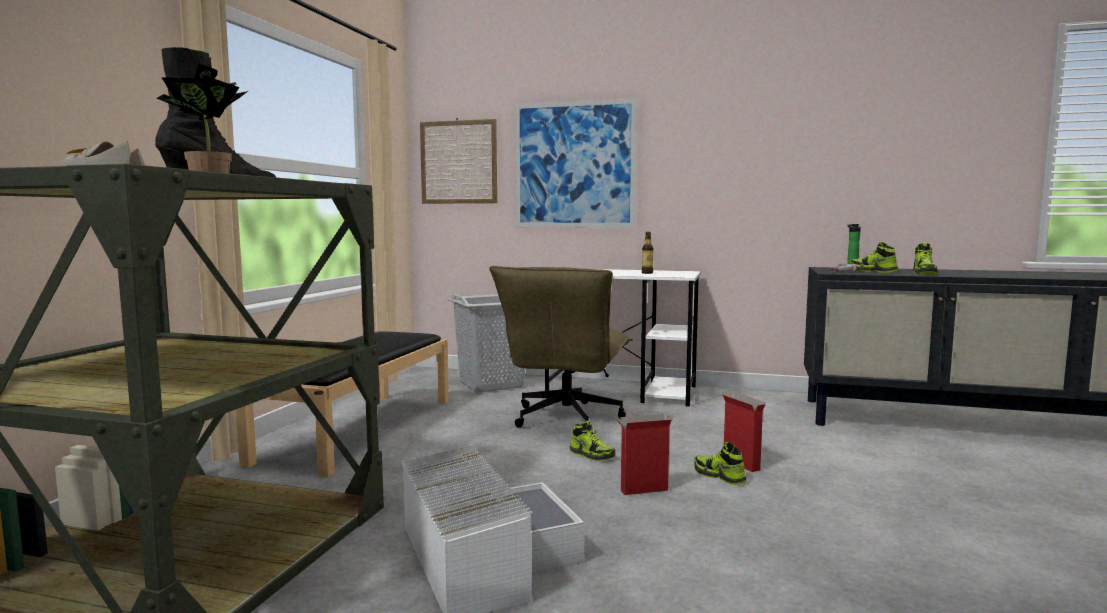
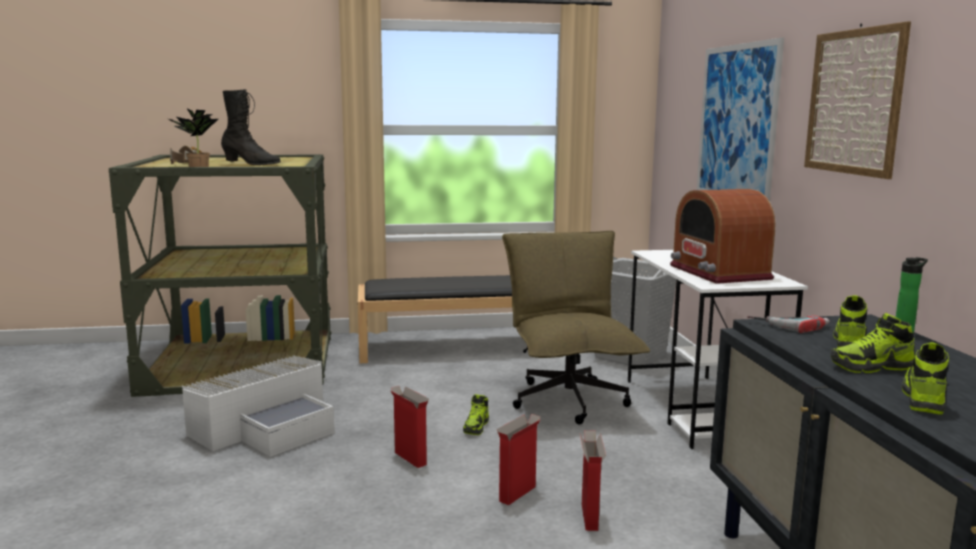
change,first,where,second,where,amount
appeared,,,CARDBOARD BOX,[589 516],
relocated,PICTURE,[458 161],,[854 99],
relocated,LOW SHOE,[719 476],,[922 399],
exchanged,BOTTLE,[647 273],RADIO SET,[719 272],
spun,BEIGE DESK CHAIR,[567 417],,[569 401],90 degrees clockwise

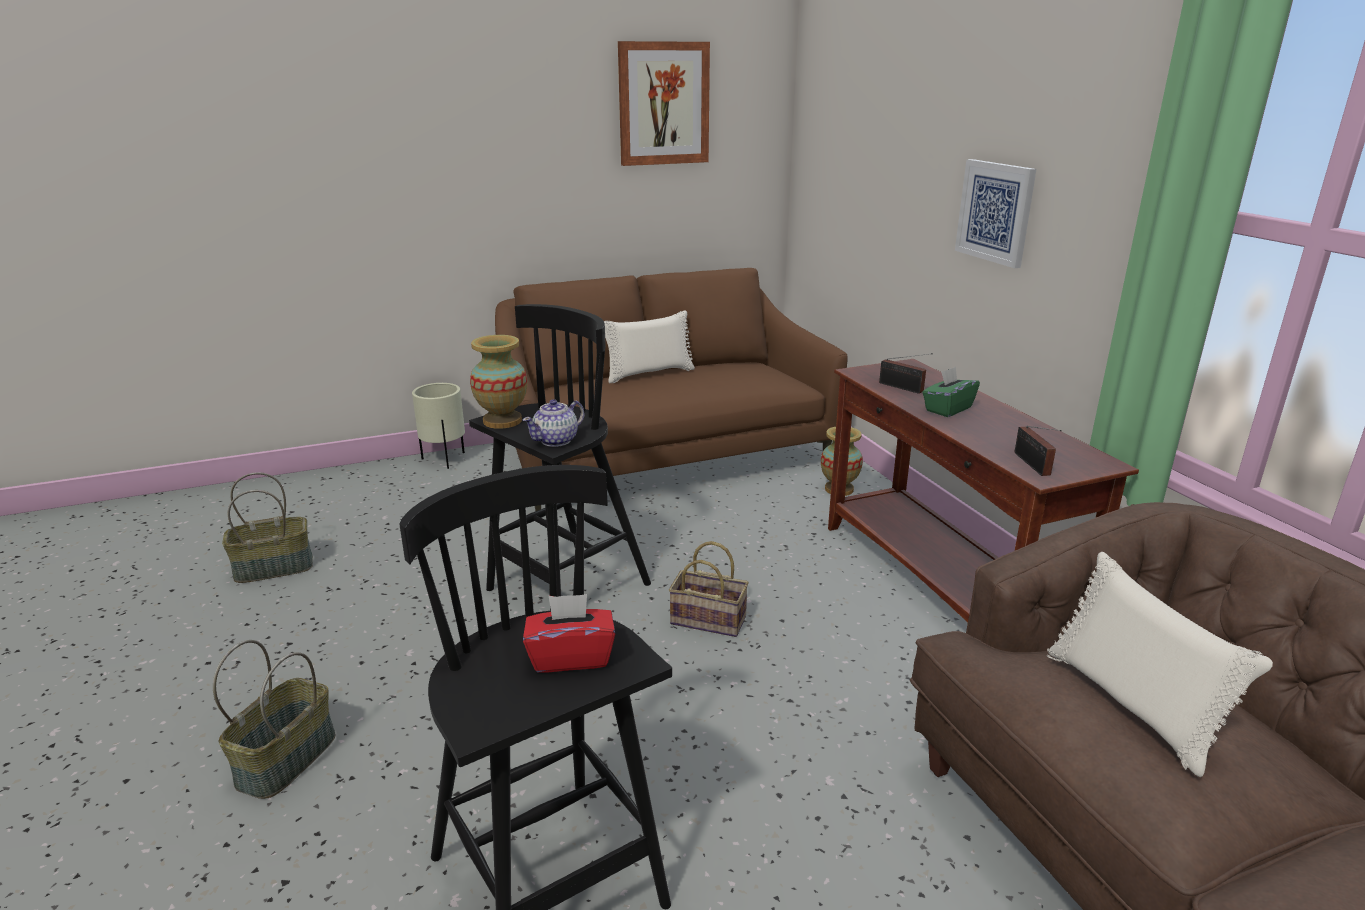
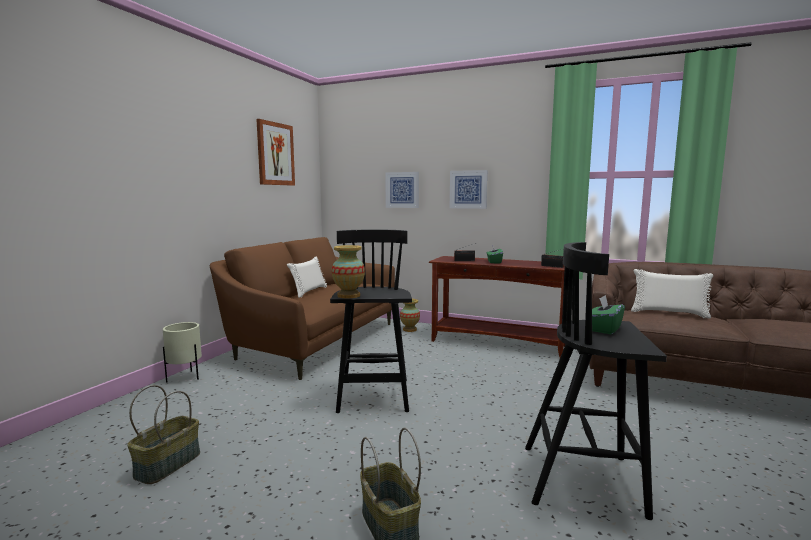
change,first,where,second,where,amount
missing,TEA POT,[556 440],,,
missing,HOUSEHOLD BASKET,[710 620],,,
appeared,,,PICTURE,[402 190],
colour,RED-COLOURED TISSUE HOLDER,[571 657],GREEN TISSUE HOLDER,[604 329],

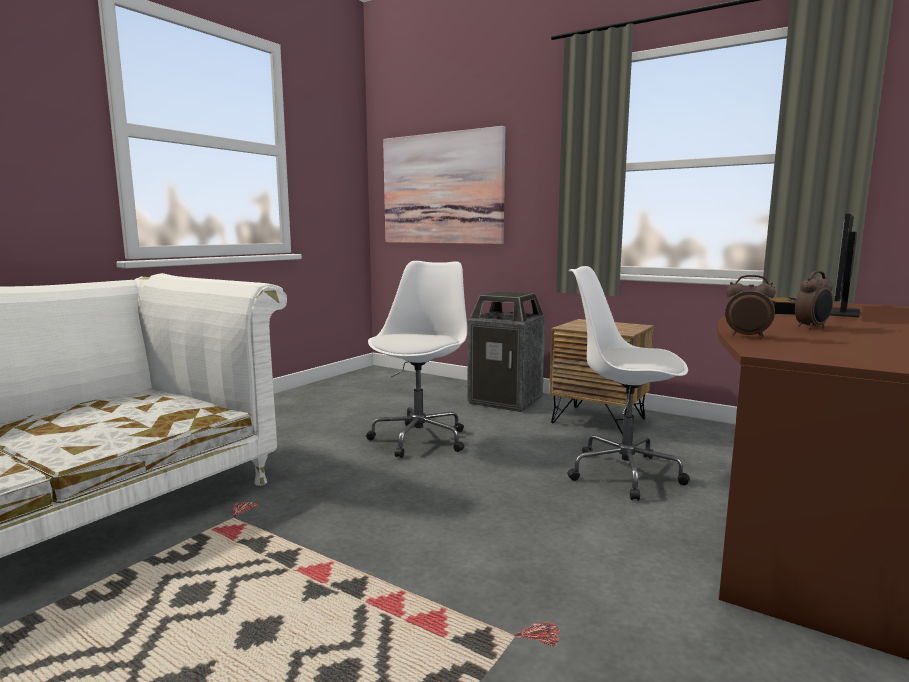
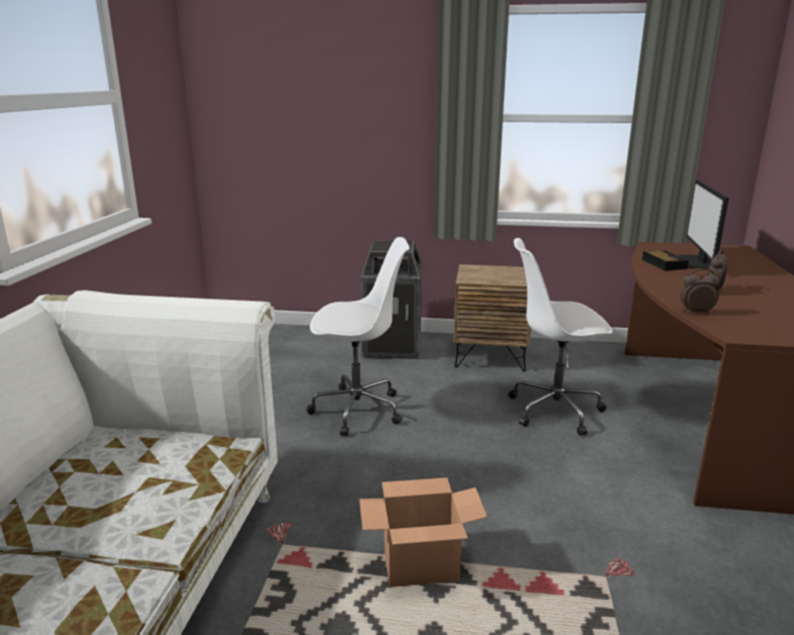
change,first,where,second,where,amount
missing,PICTURE,[442 189],,,
appeared,,,CARDBOARD BOX,[420 567],
spun,WHITE DESK CHAIR,[420 439],,[360 410],90 degrees clockwise

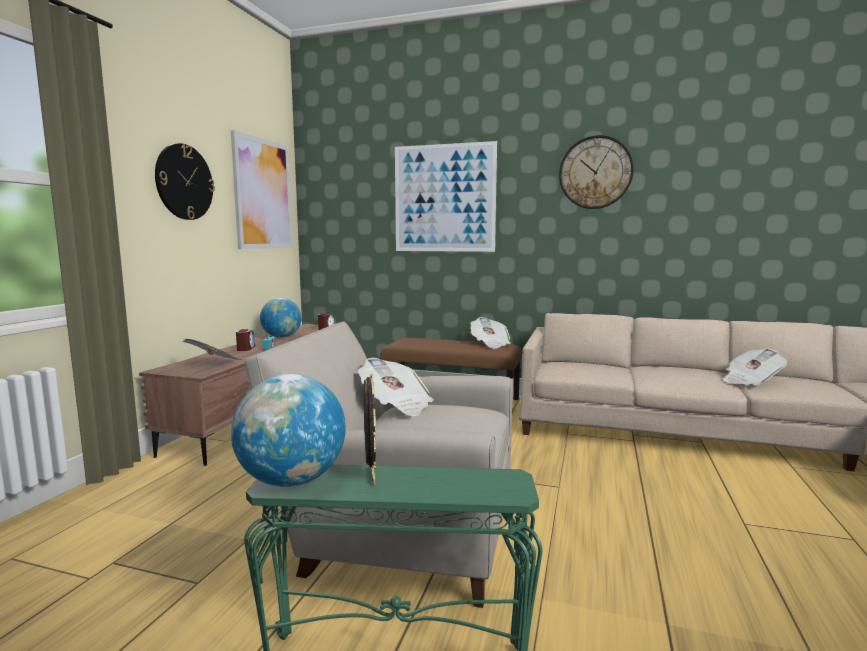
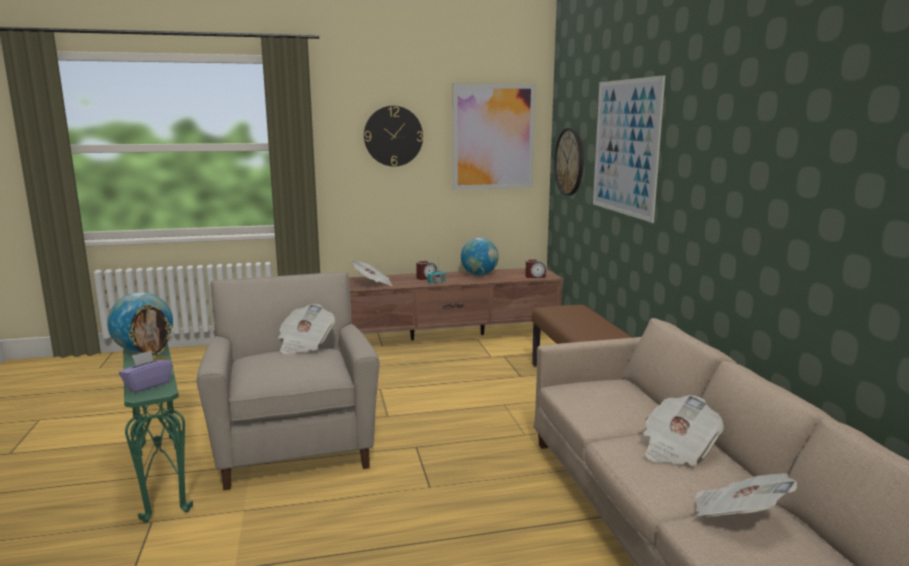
change,first,where,second,where,amount
appeared,,,PURPLISH TISSUE HOLDER,[147 385],
relocated,DAILY PAPER,[490 344],,[677 449],
relocated,HANGING CLOCK,[595 172],,[569 162],

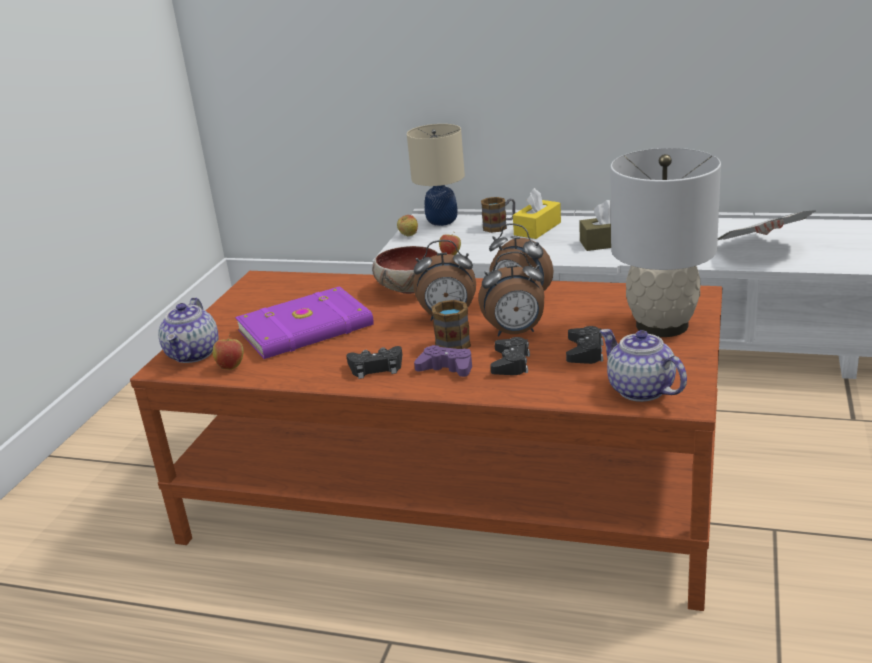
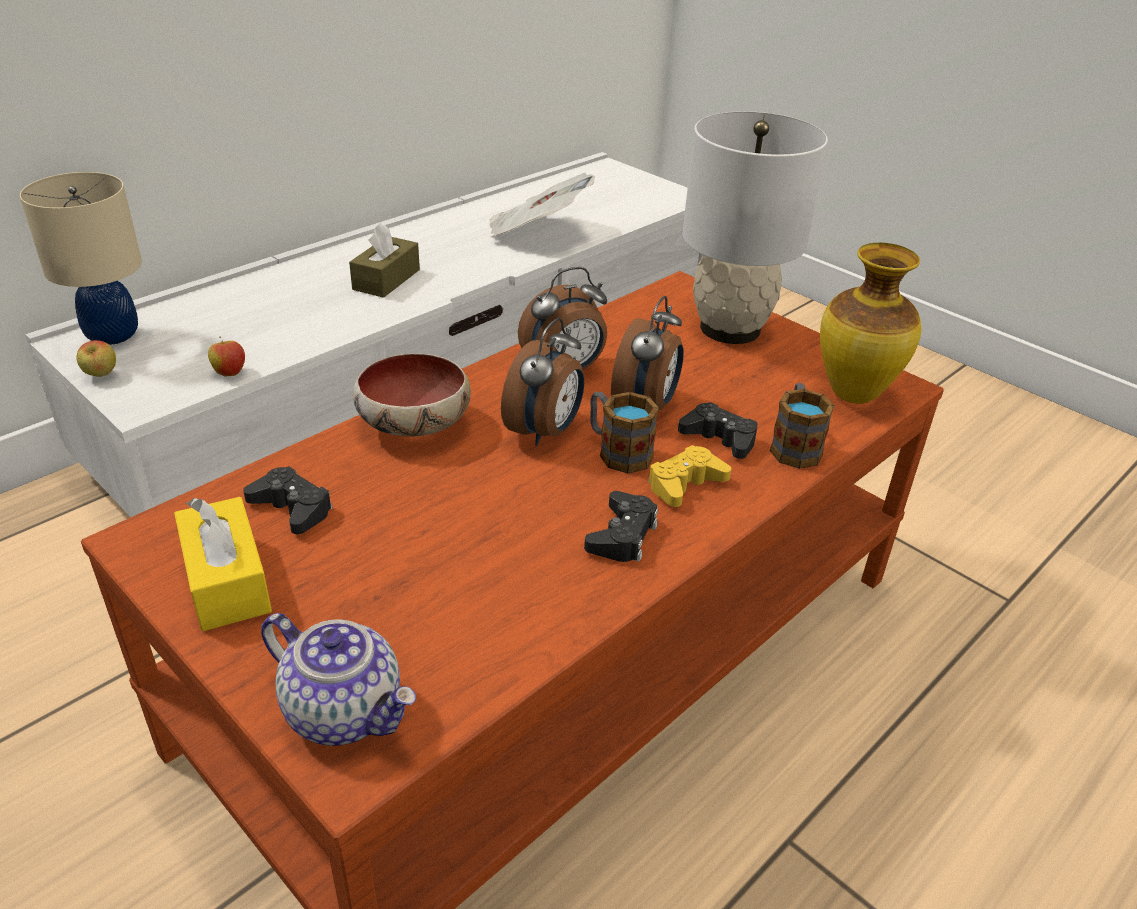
change,first,where,second,where,amount
missing,WHOLE APPLE,[231 367],,,
missing,PURPLISH BOOK,[307 329],,,
relocated,TEA MUG,[499 226],,[794 445],
relocated,YELLOW-COLOURED TISSUE HOLDER,[537 229],,[227 581],
relocated,BLACKISH GAME CONTROLLER,[585 352],,[292 508],
exchanged,TEA POT,[639 390],FLOWER VASE,[855 395],
colour,PURPLISH GAME CONTROLLER,[446 368],YELLOW-COLOURED GAME CONTROLLER,[685 484],

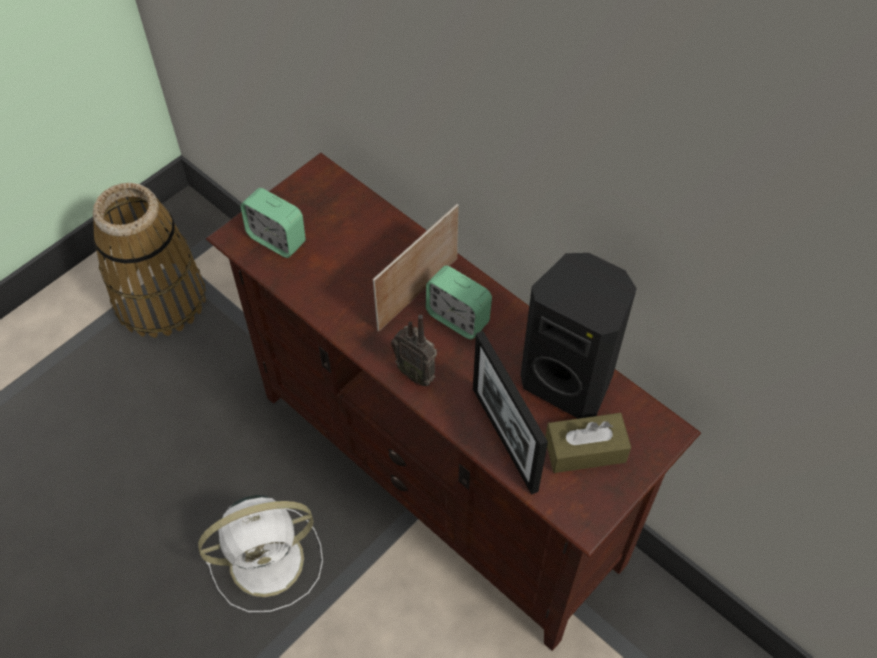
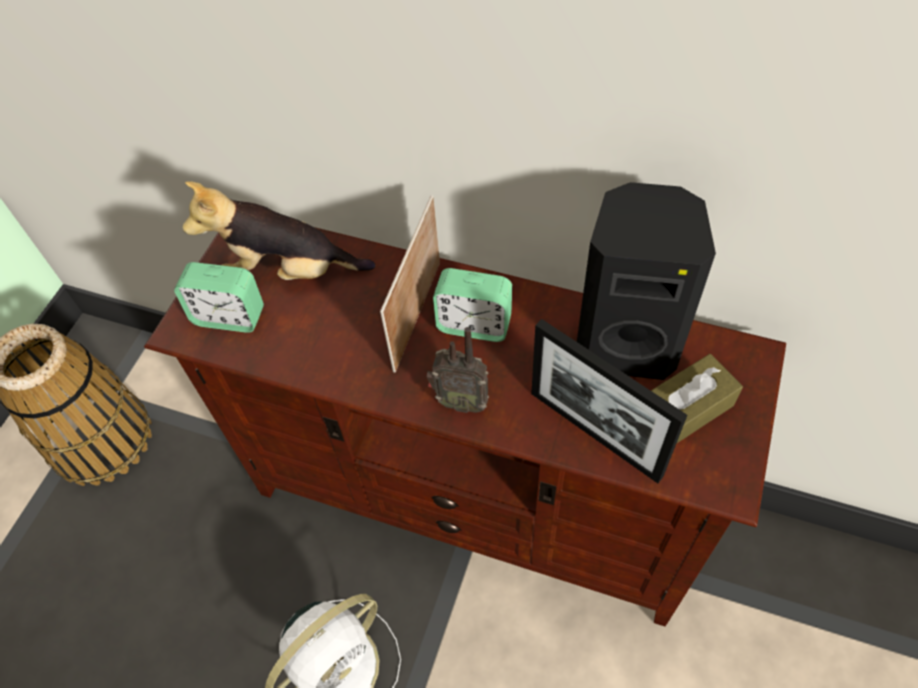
change,first,where,second,where,amount
appeared,,,CUDDLY TOY,[288 271],

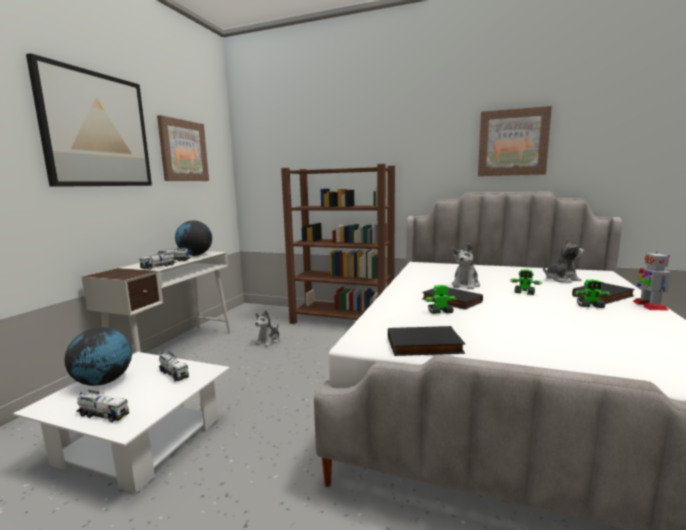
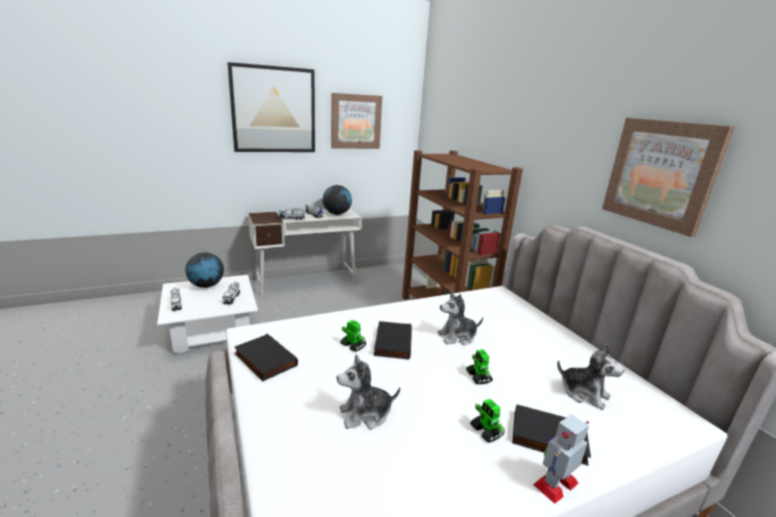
change,first,where,second,where,amount
relocated,CUDDLY TOY,[268 341],,[365 414],

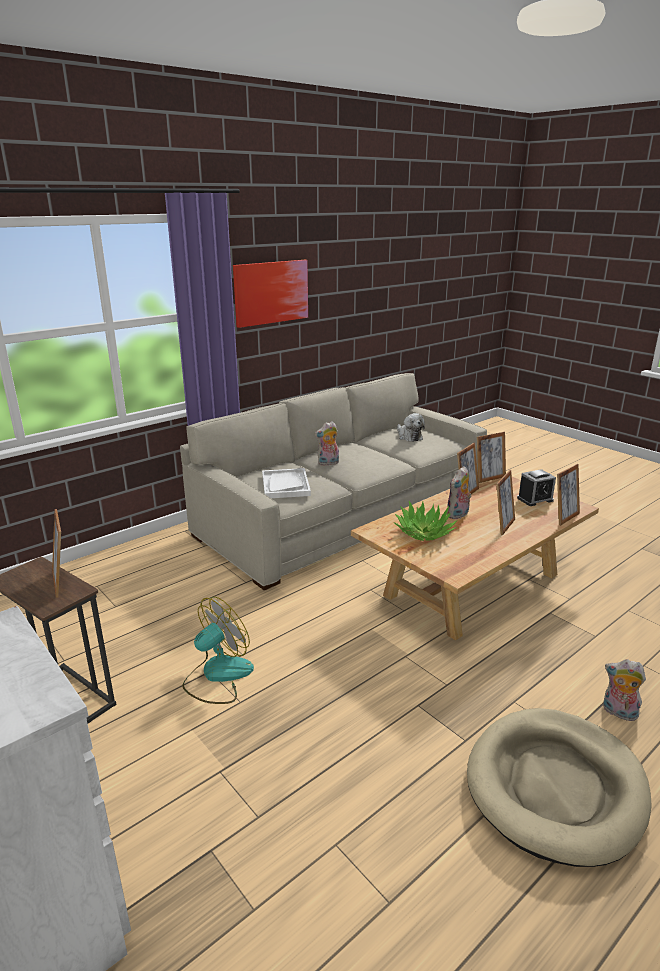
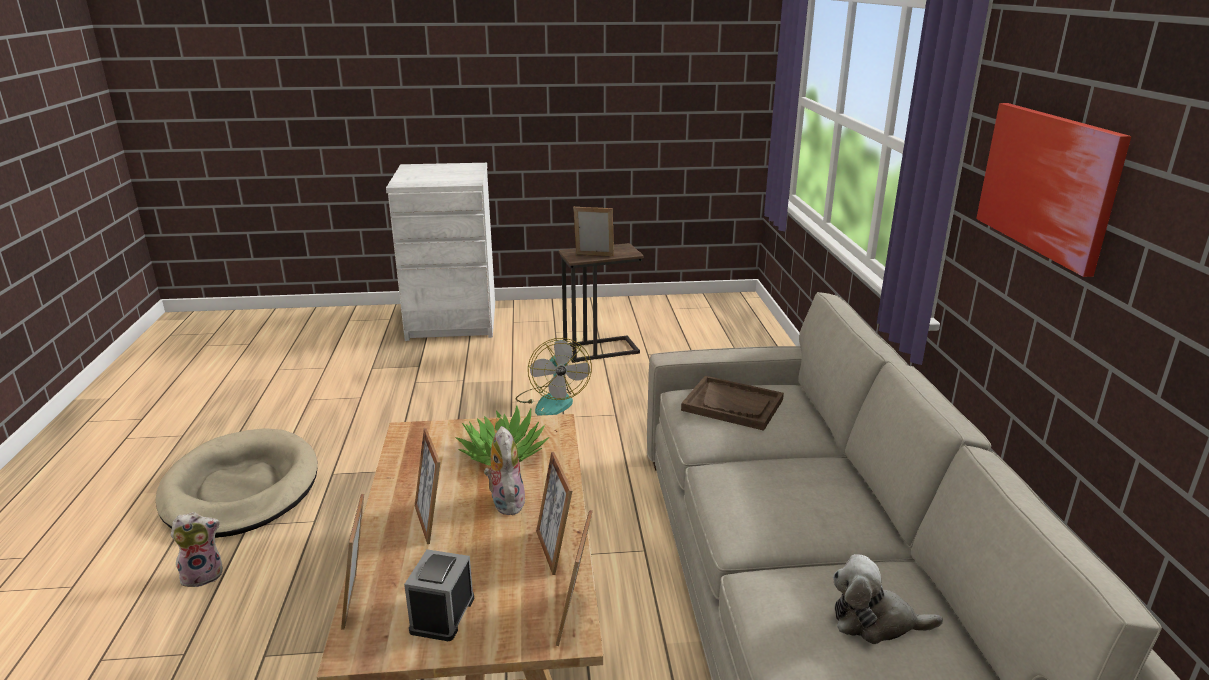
change,first,where,second,where,amount
missing,CUDDLY TOY,[328 463],,,
colour,WHITE TRAY,[285 485],BROWN TRAY,[732 405],

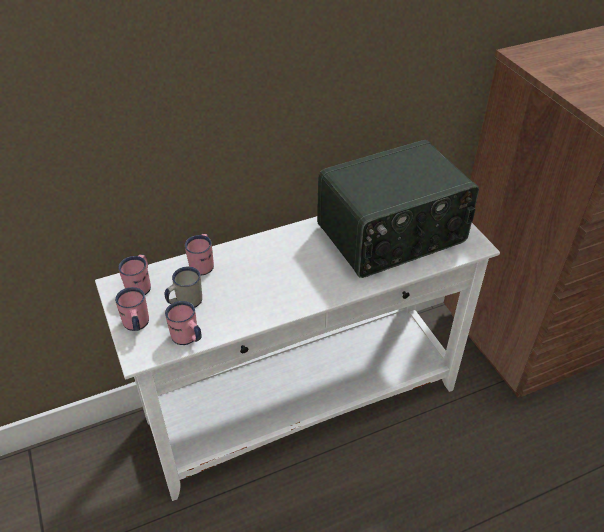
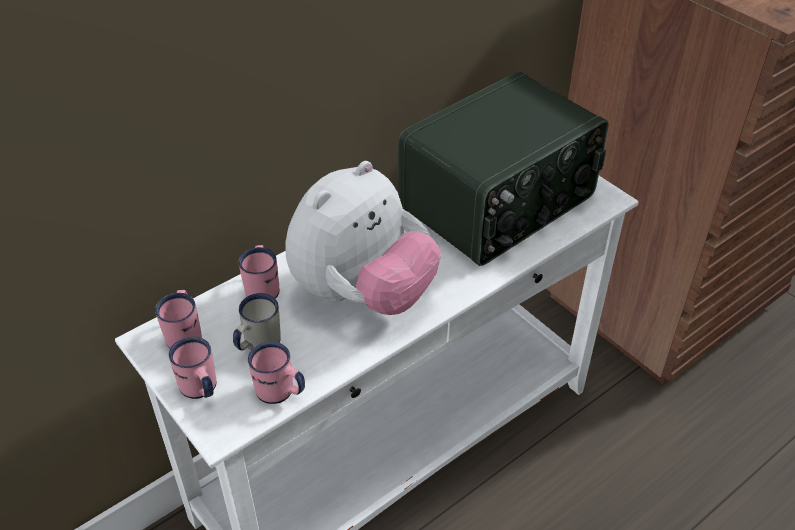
change,first,where,second,where,amount
appeared,,,CUDDLY TOY,[363 294],

